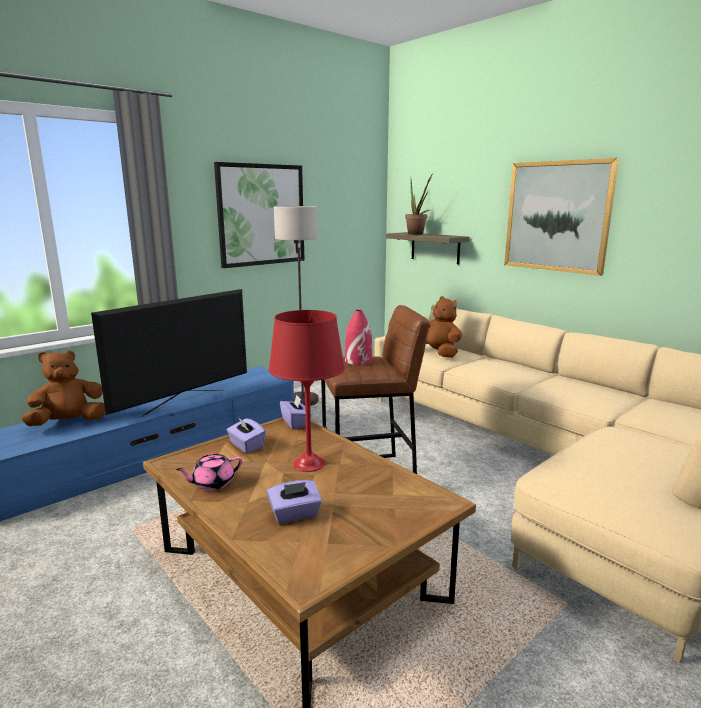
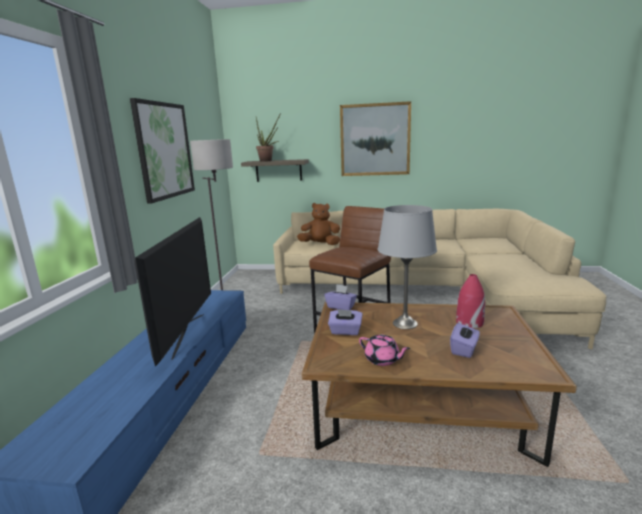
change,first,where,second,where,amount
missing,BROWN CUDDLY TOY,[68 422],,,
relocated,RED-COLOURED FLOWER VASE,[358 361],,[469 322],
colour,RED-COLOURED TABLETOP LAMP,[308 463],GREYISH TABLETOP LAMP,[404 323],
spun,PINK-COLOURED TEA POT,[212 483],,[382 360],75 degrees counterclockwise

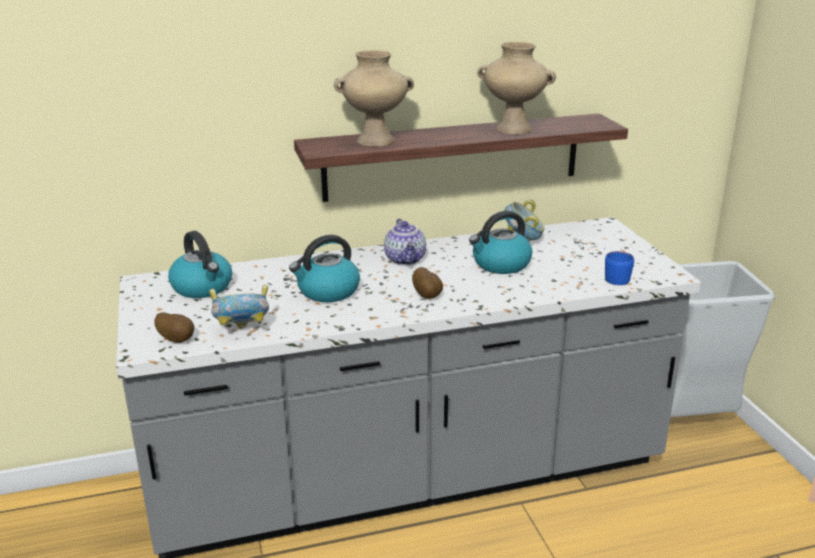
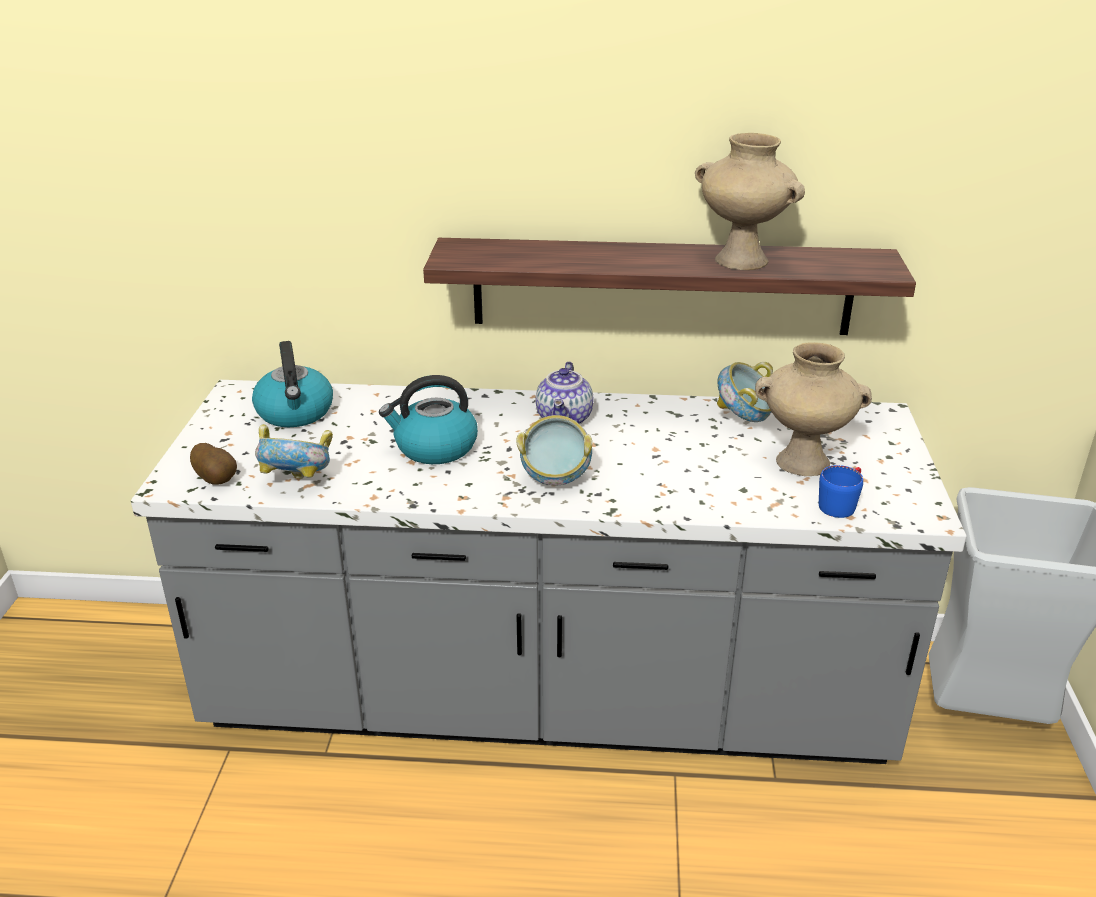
change,first,where,second,where,amount
missing,WATER KETTLE,[500 264],,,
relocated,BEIGE FLOWER VASE,[376 140],,[804 462],
exchanged,POTATO,[428 295],BOWL,[555 479],

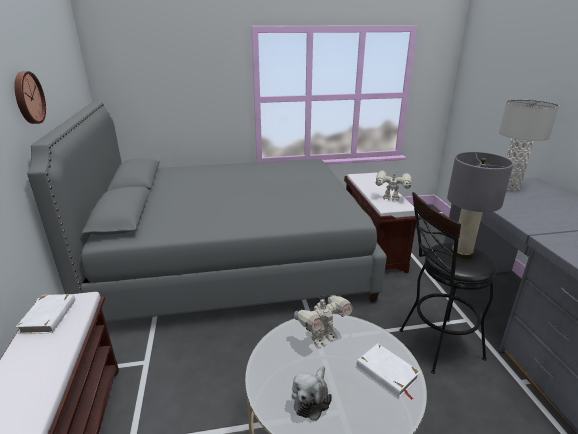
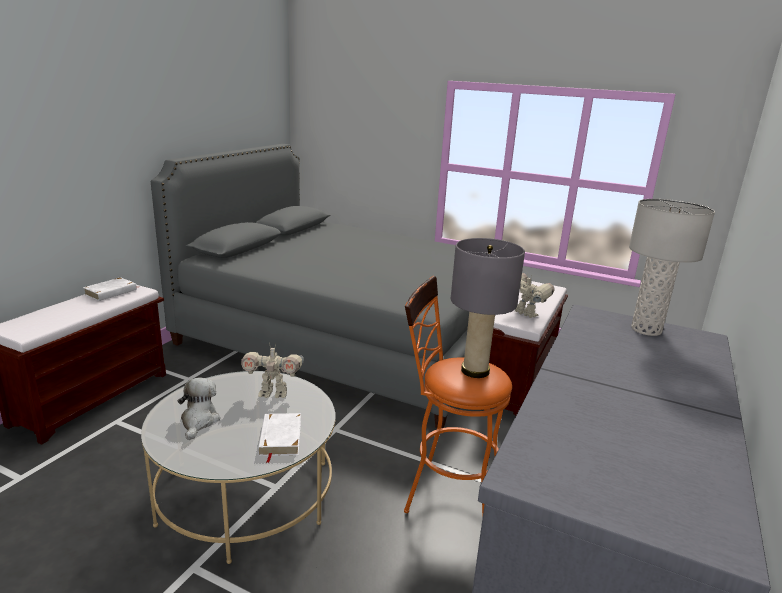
change,first,where,second,where,amount
missing,HANGING CLOCK,[27 98],,,
colour,BLACKISH STOOL,[434 346],ORANGE STOOL,[445 494],
spun,CUDDLY TOY,[311 398],,[199 421],120 degrees clockwise

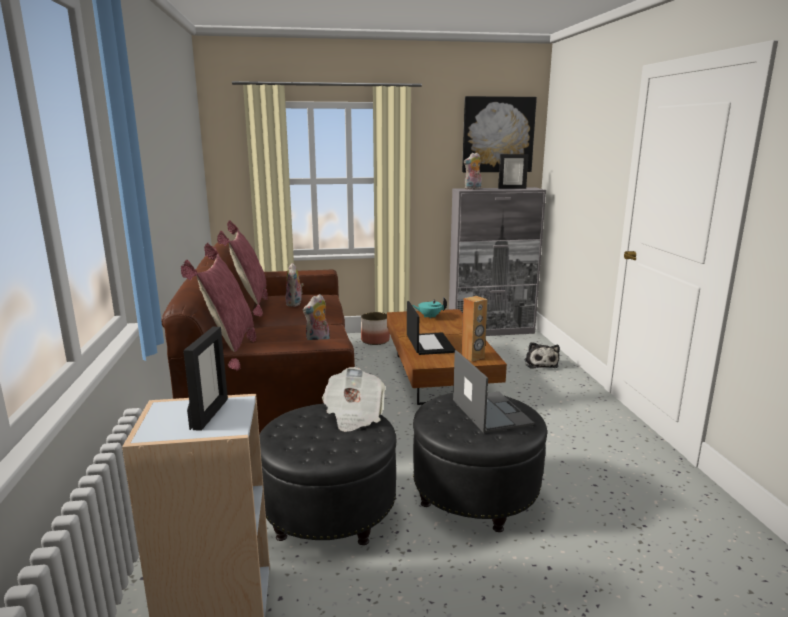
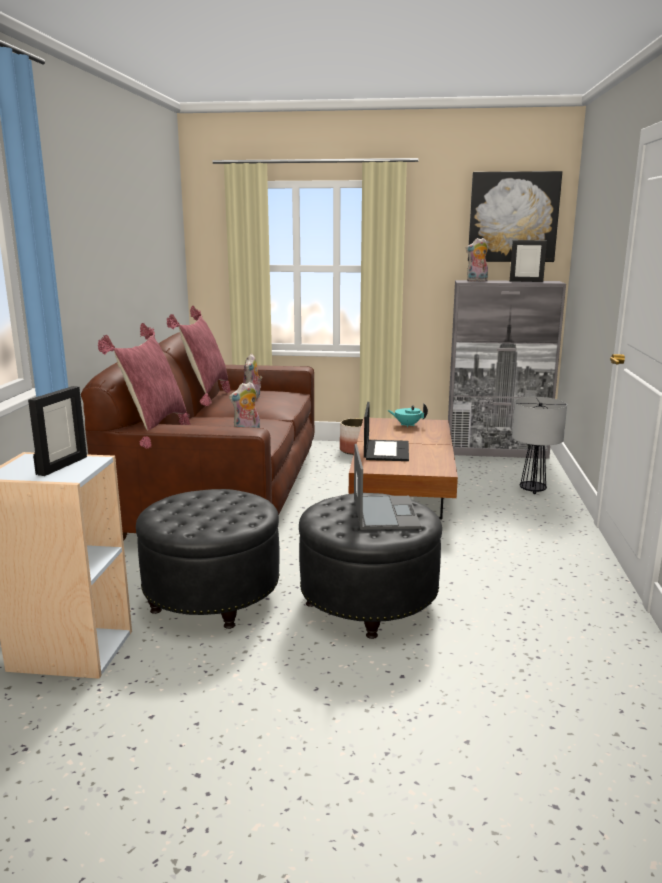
change,first,where,second,where,amount
missing,DAILY PAPER,[354 415],,,
missing,BROWN AUDIO SPEAKER,[473 357],,,
exchanged,CUDDLY TOY,[540 363],TABLETOP LAMP,[532 490],

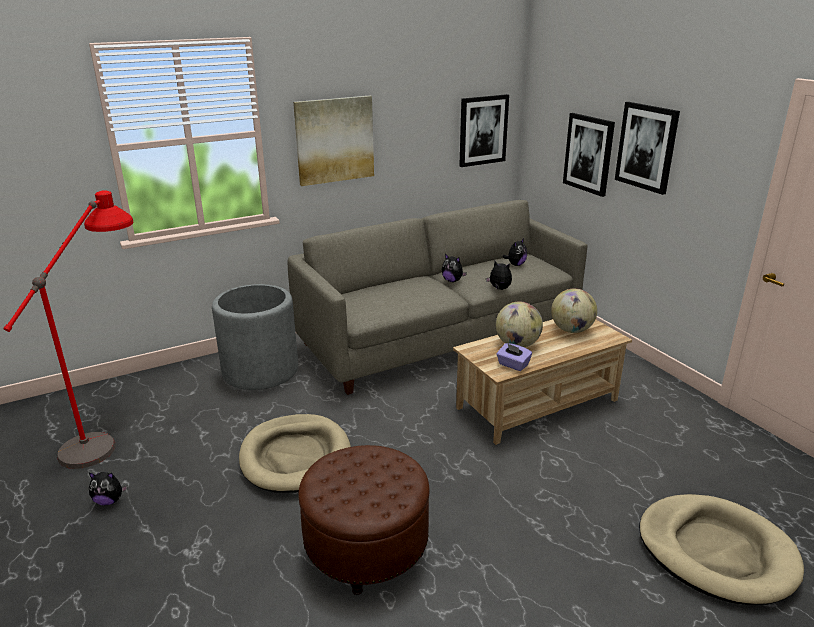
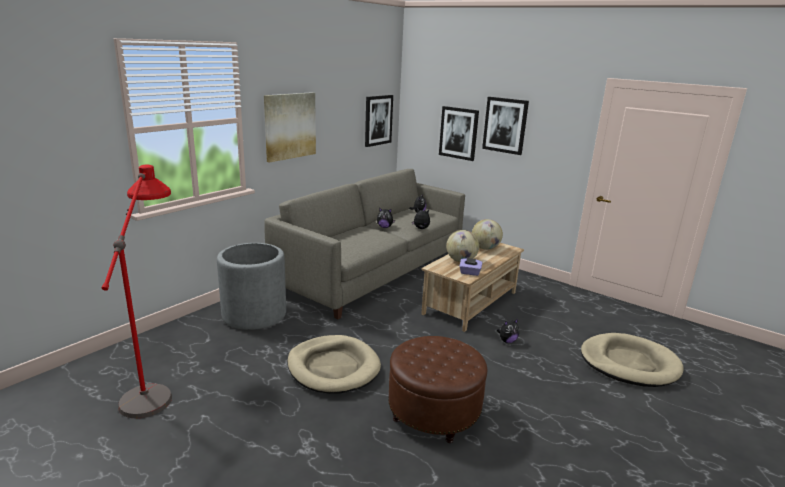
change,first,where,second,where,amount
relocated,CUDDLY TOY,[109 501],,[507 341],

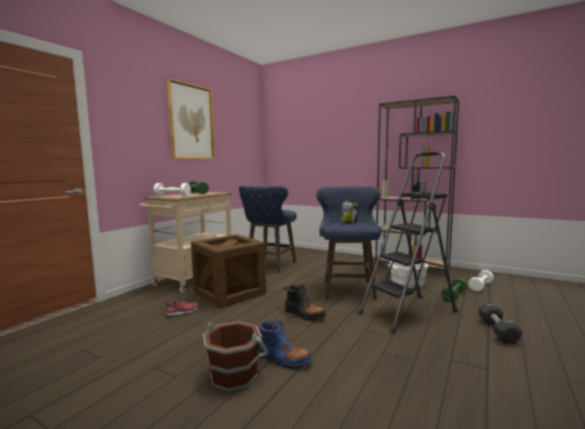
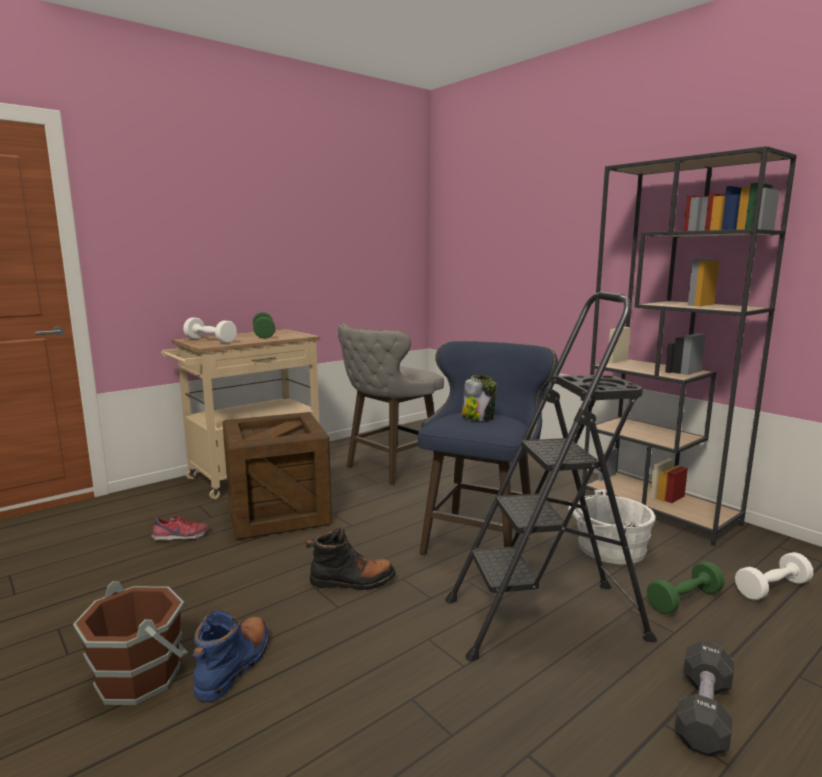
change,first,where,second,where,amount
missing,PICTURE,[191 122],,,
colour,BLUE STOOL,[270 266],GREYISH STOOL,[390 468],
spun,BLUE BOOT,[283 360],,[235 666],120 degrees counterclockwise
spun,BLACKISH BOOT,[304 315],,[352 581],60 degrees counterclockwise

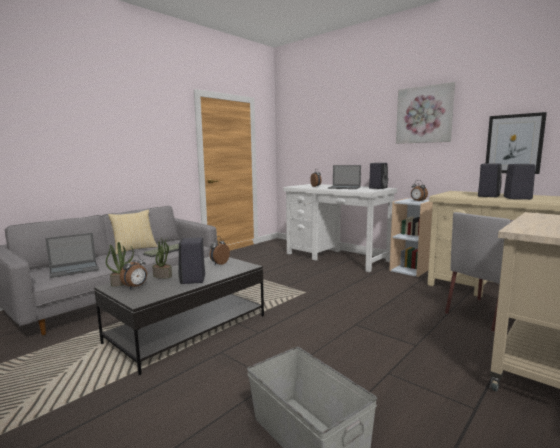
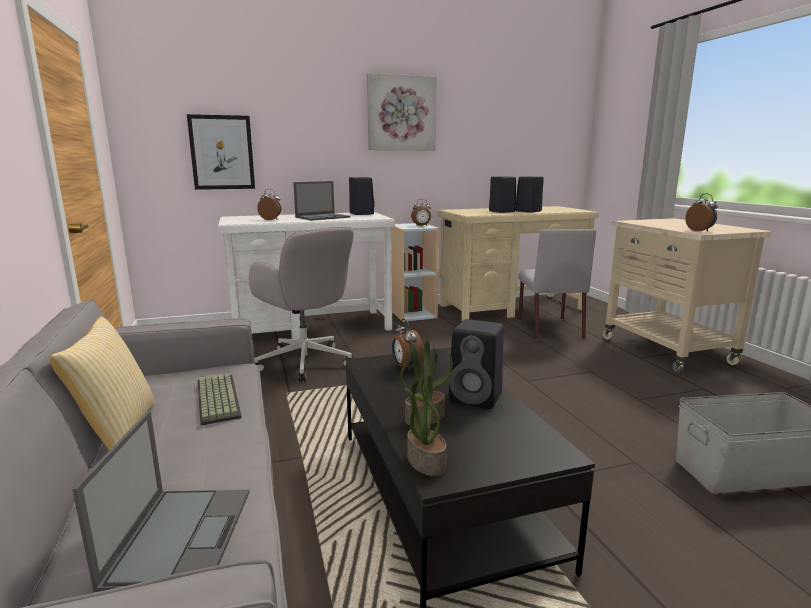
change,first,where,second,where,amount
appeared,,,GREYISH DESK CHAIR,[305 363],
relocated,ALARM CLOCK,[135 287],,[700 231],
relocated,PICTURE,[514 144],,[222 152],

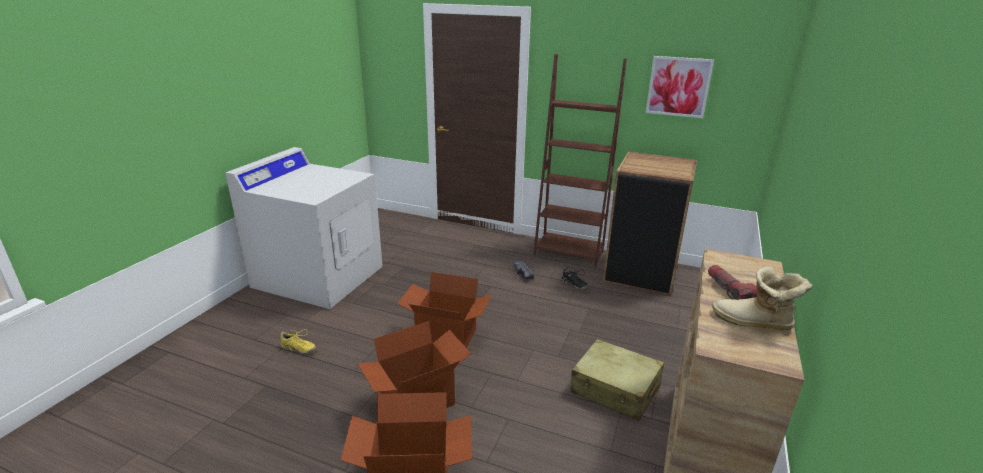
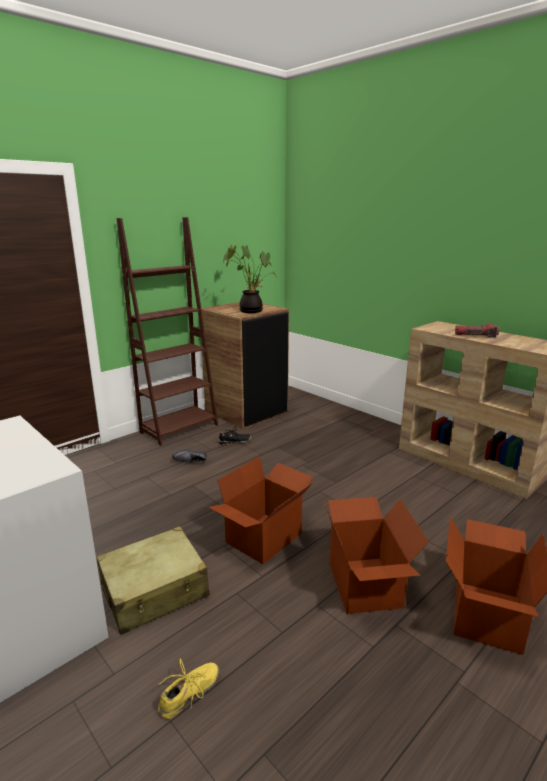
change,first,where,second,where,amount
missing,PICTURE,[678 87],,,
missing,BOOT,[754 323],,,
appeared,,,POTTED PLANT,[251 310],
relocated,BEIGE TRAVEL CASE,[615 389],,[155 591],

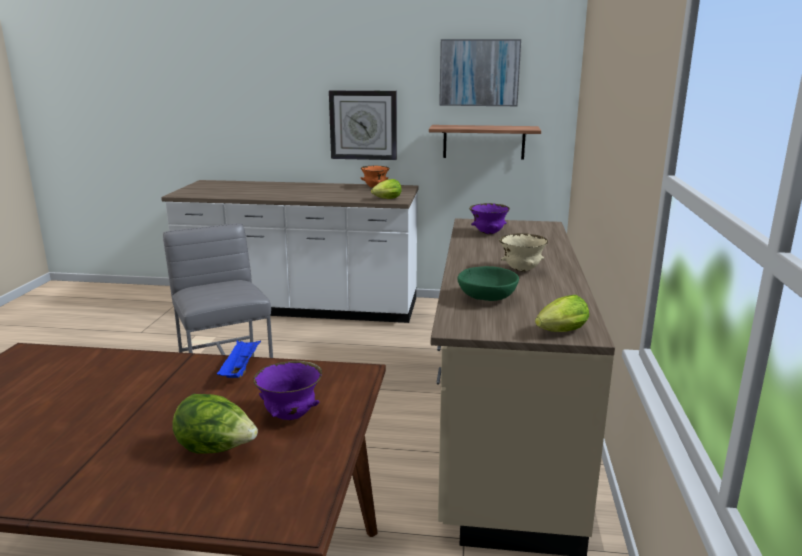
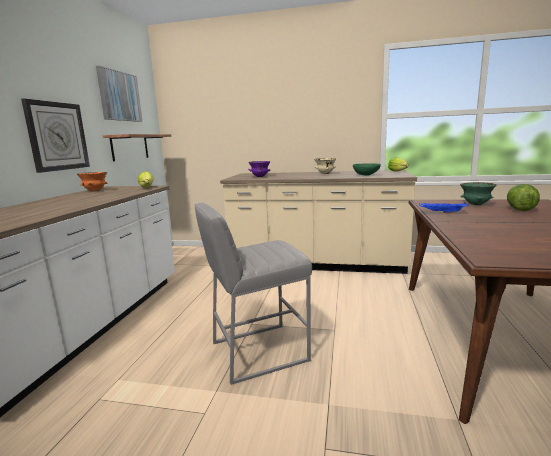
change,first,where,second,where,amount
colour,PURPLISH BOWL,[291 416],GREEN BOWL,[476 205],

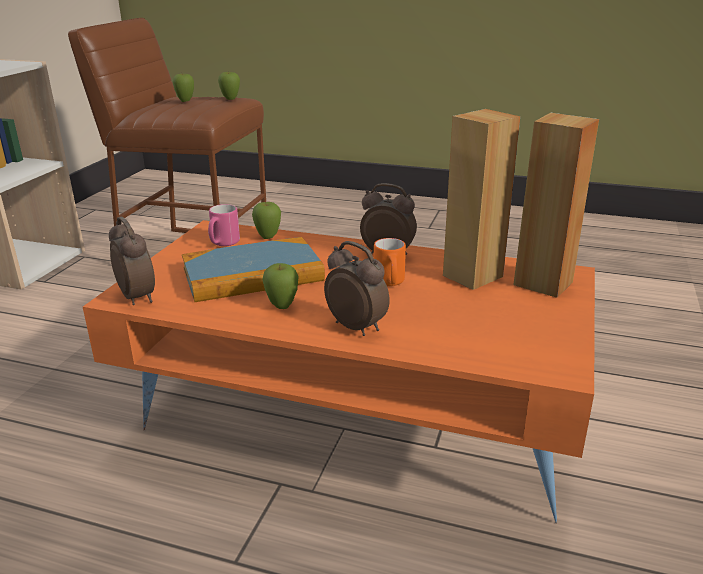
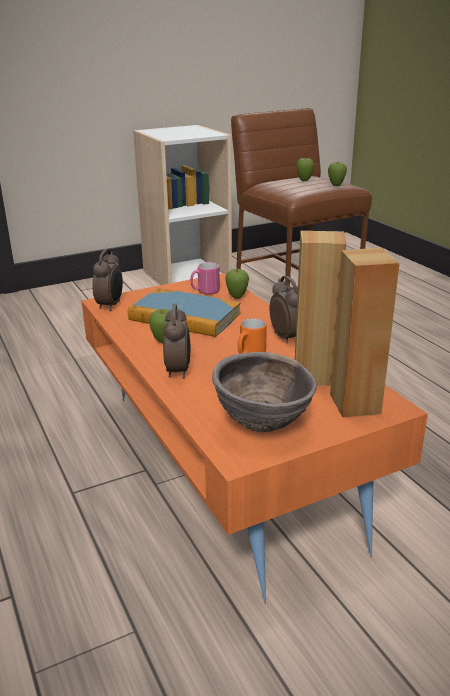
change,first,where,second,where,amount
appeared,,,BROWN BOWL,[263 425],

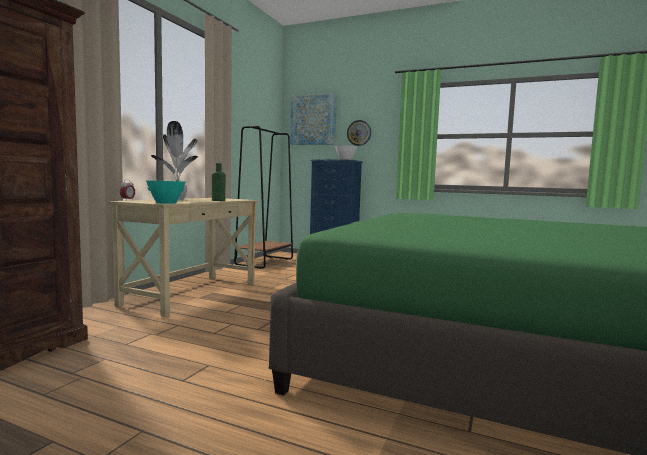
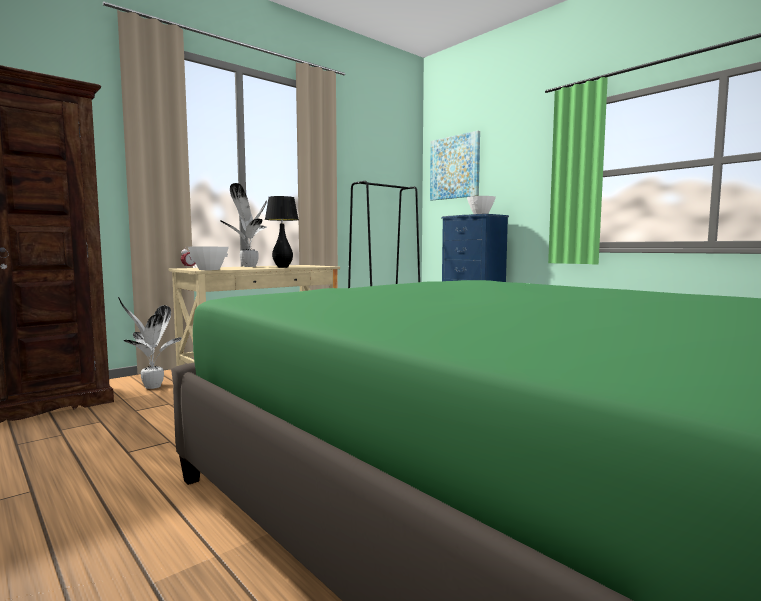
change,first,where,second,where,amount
missing,HANGING CLOCK,[359 133],,,
appeared,,,POTTED PLANT,[151 387],
exchanged,GREEN BOTTLE,[217 200],BLACKISH TABLETOP LAMP,[282 267],
colour,TURQUOISE BOWL,[166 203],WHITE BOWL,[209 269],

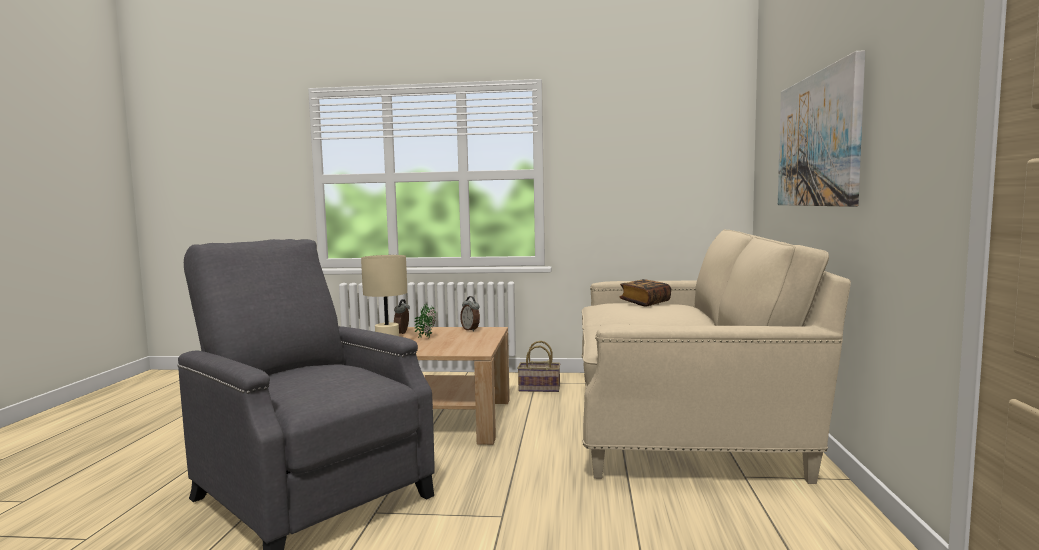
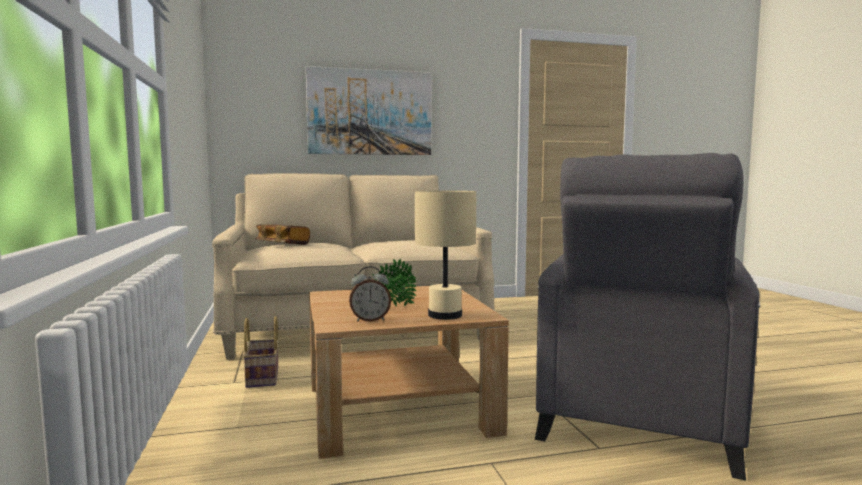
change,first,where,second,where,amount
missing,ALARM CLOCK,[471 330],,,

